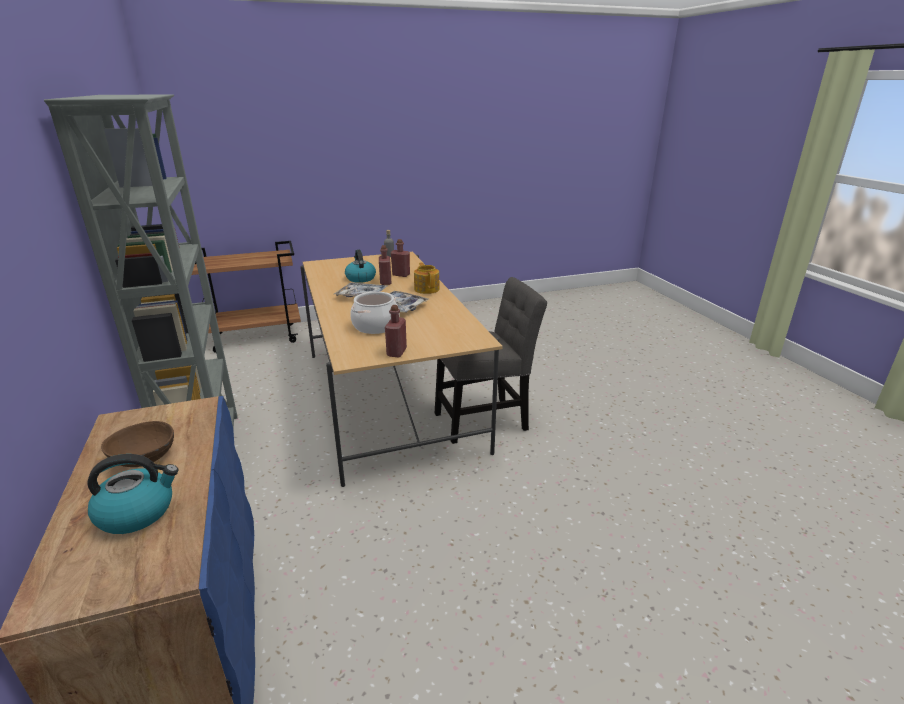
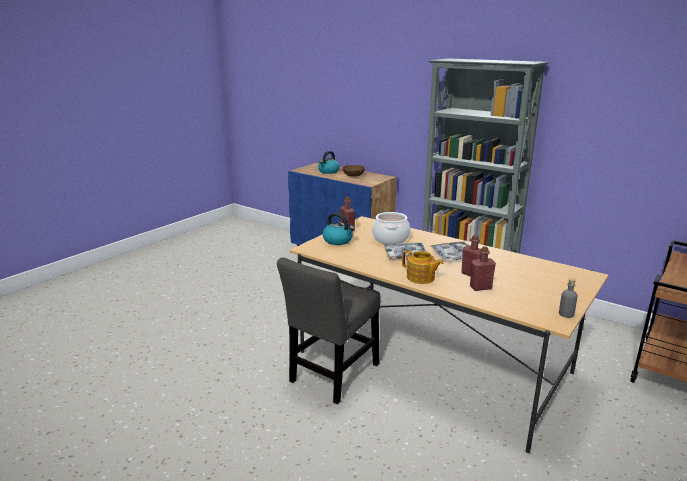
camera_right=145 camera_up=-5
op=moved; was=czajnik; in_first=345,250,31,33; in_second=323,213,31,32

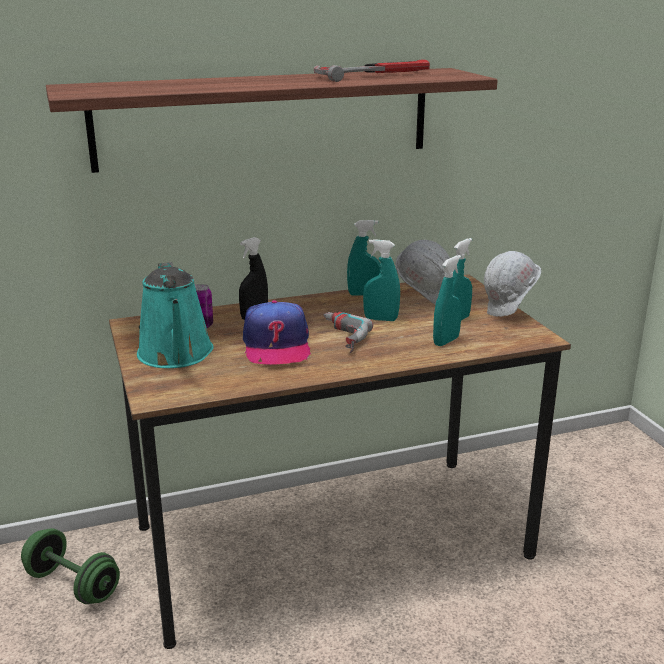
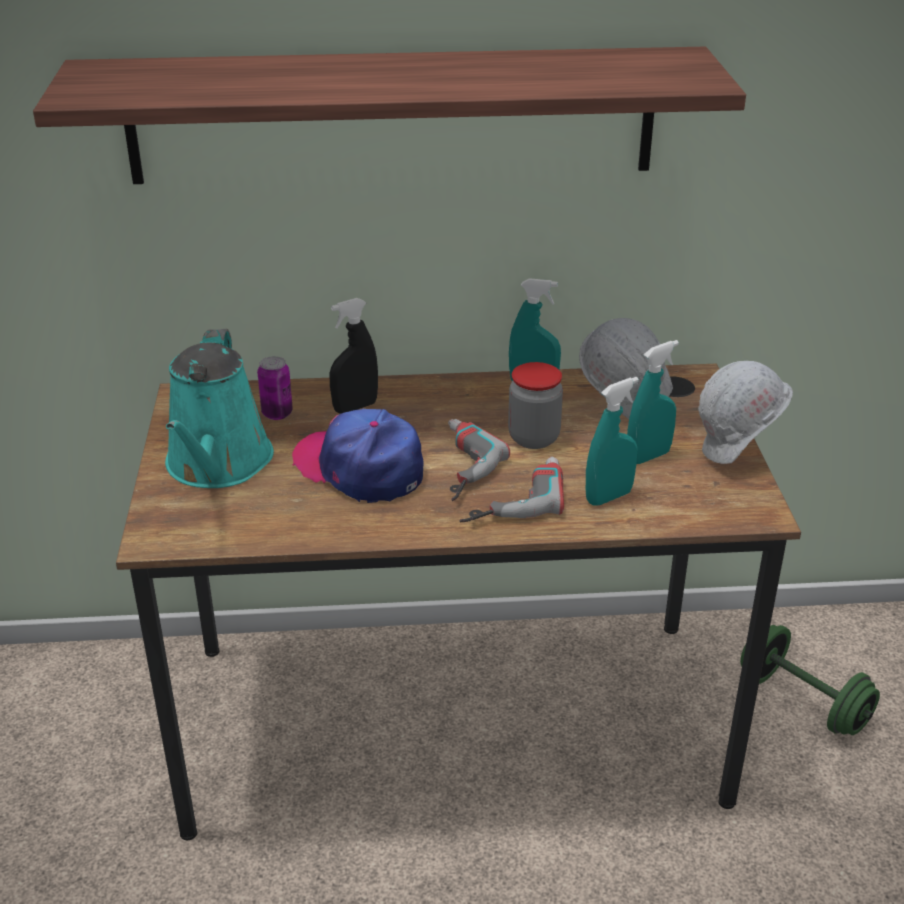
camera_right=15 camera_up=10
op=removed; was=młotek; in_first=314,59,116,23
op=added; now=wiertarka; in_second=460,457,104,65
op=moved; was=hantel [zielony]; in_first=21,528,99,76; in_second=740,625,140,110
op=replaced; was=spryskiwacz [turkusowy]; now=słoik; in_first=363,239,37,82; in_second=508,362,55,87
op=turned; was=czapka z daszkiem; in_first=243,300,68,65; in_second=292,409,131,94; clockwise=120

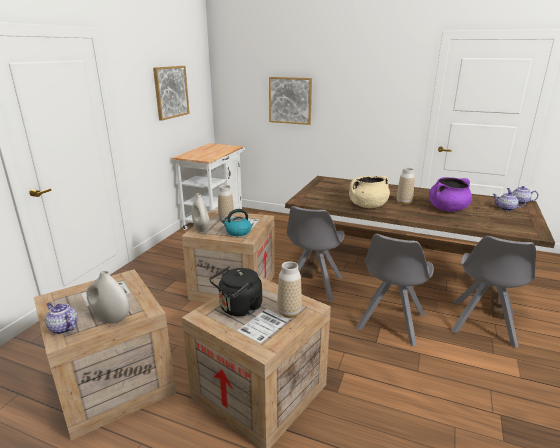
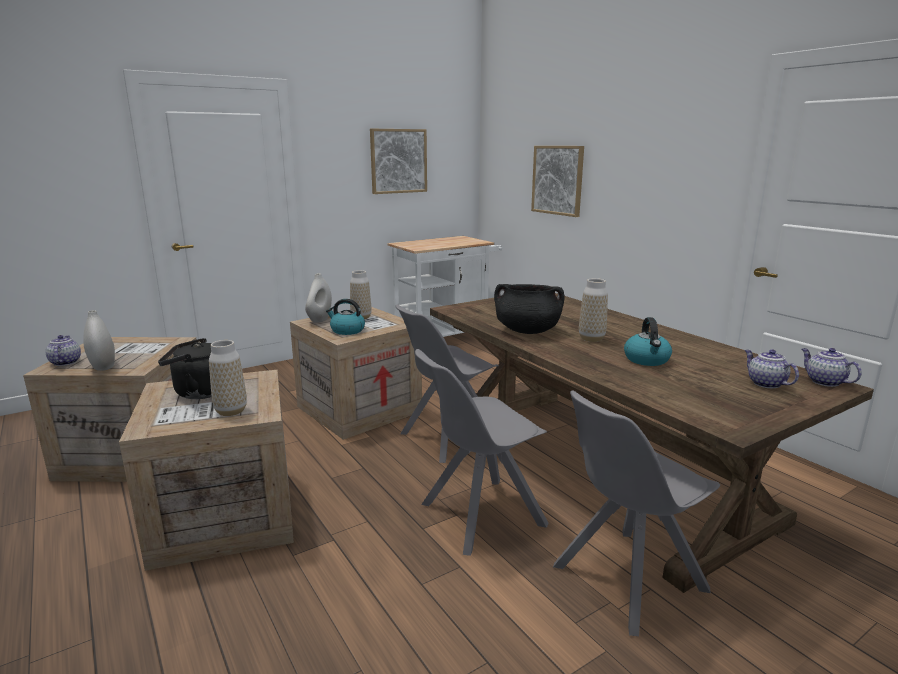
camera_right=35 camera_up=-5
op=replaced; was=garnek [fioletowy]; now=czajnik; in_first=429,177,43,34; in_second=624,317,48,49
op=recoloured; was=garnek [beżowy]; now=garnek [czarny]; in_first=349,176,41,32; in_second=494,284,70,50

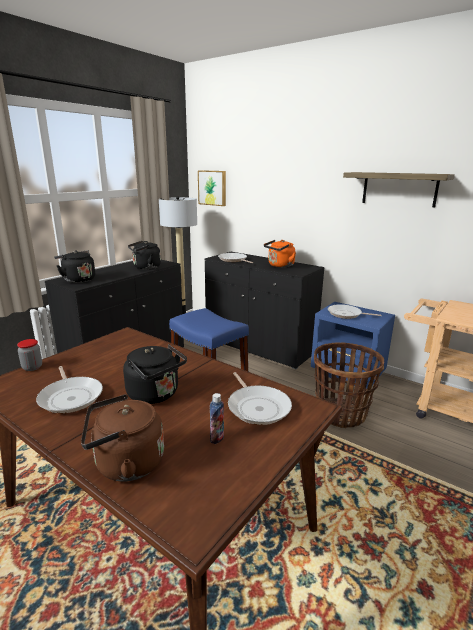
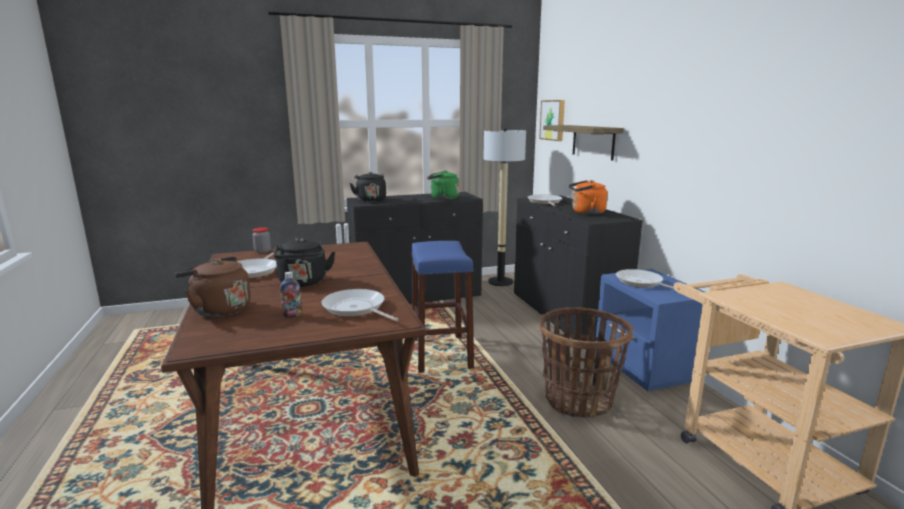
camera_right=35 camera_up=-5
op=moved; was=półka; in_first=343,172,112,35; in_second=543,125,81,36
op=recoloured; was=czajnik [czarny]; now=czajnik [zielony]; in_first=128,241,33,29; in_second=427,170,32,30
op=turned; was=patelnia; in_first=228,372,64,53; in_second=321,289,77,32; clockwise=120

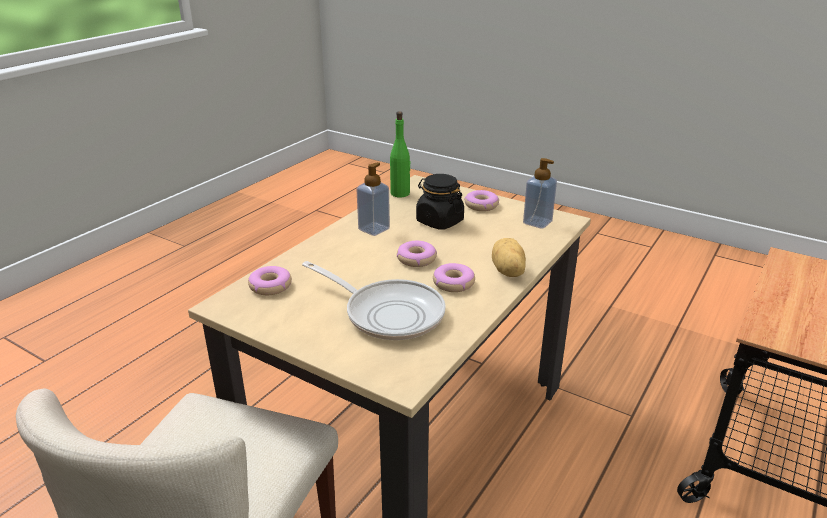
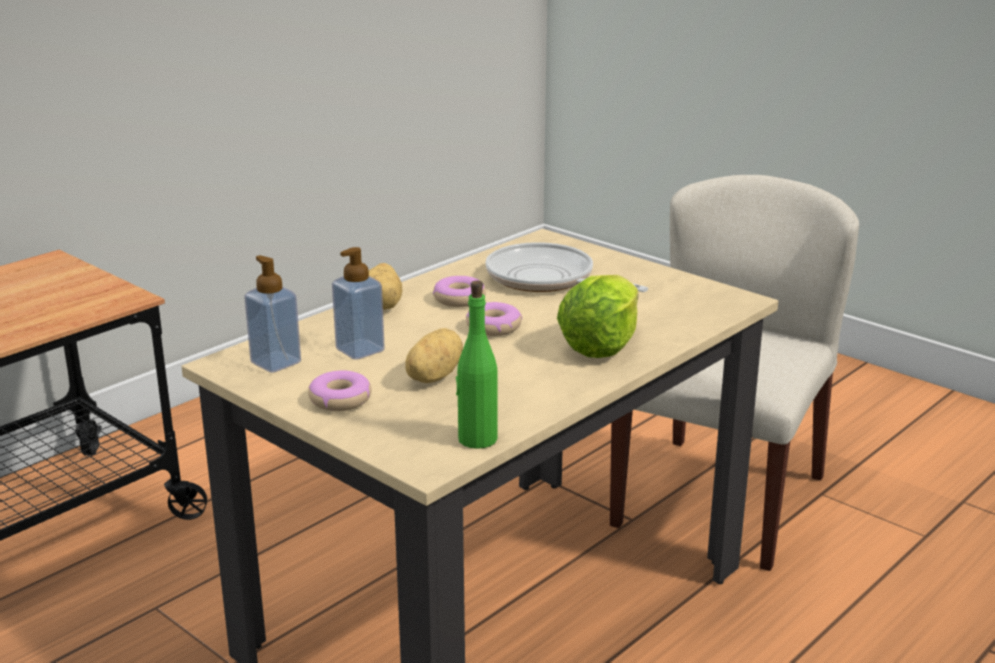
camera_right=-170 camera_up=-5
op=removed; was=donut; in_first=248,266,44,29
op=added; now=sałata; in_second=557,275,81,83
op=moved; was=dozownik mydła; in_first=357,162,33,74; in_second=332,247,53,113
op=replaced; was=słoik [czarny]; now=ziemniak; in_first=416,174,48,56; in_second=405,328,58,55

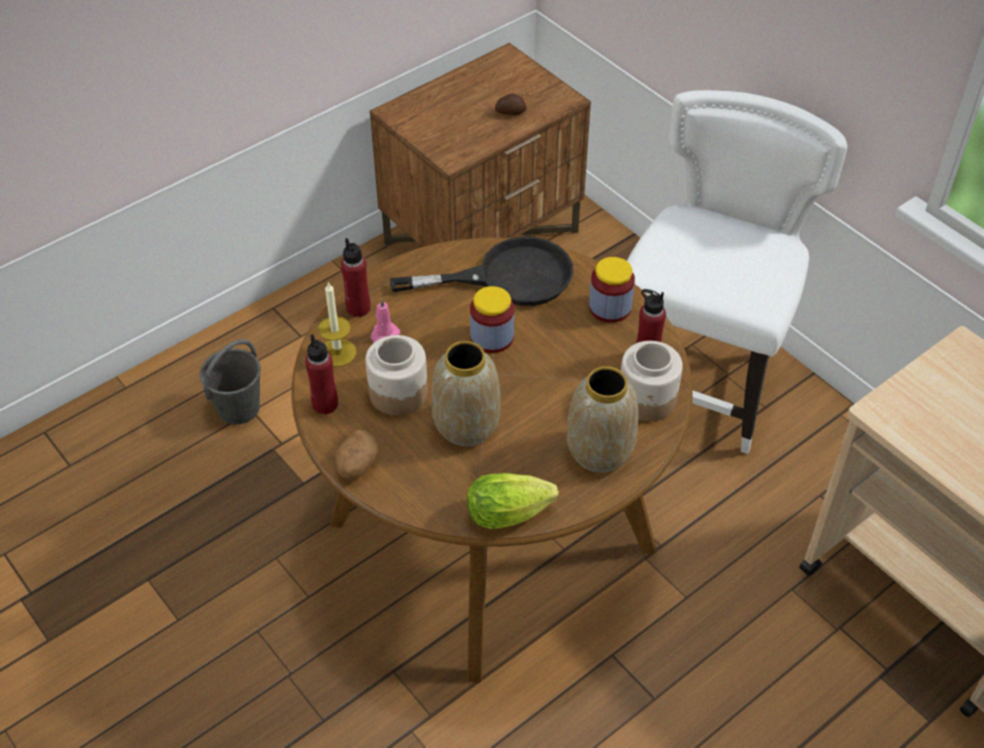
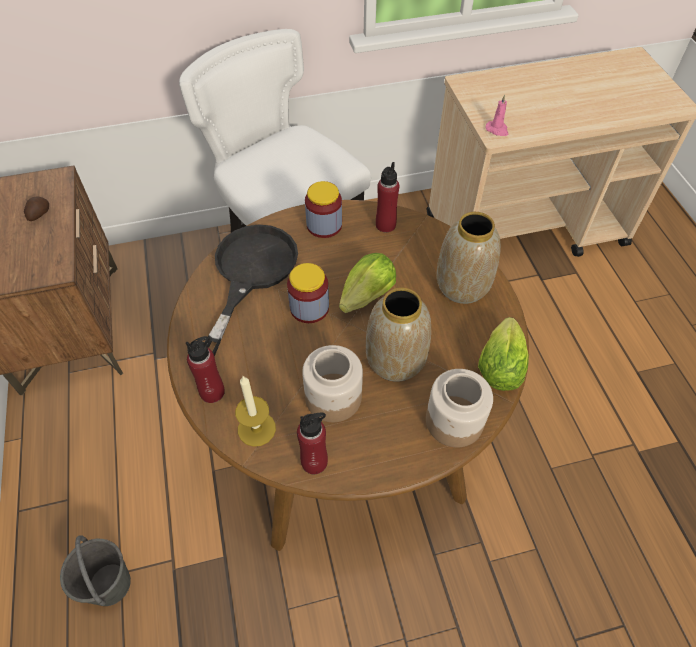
camera_right=-65 camera_up=5
op=removed; was=ziemniak; in_first=336,429,42,50
op=added; now=sałata; in_second=339,253,57,60
op=moved; was=świeca [różowy]; in_first=371,298,29,45; in_second=485,95,23,41
op=moved; was=słoik; in_first=621,341,62,80; in_second=426,369,67,78

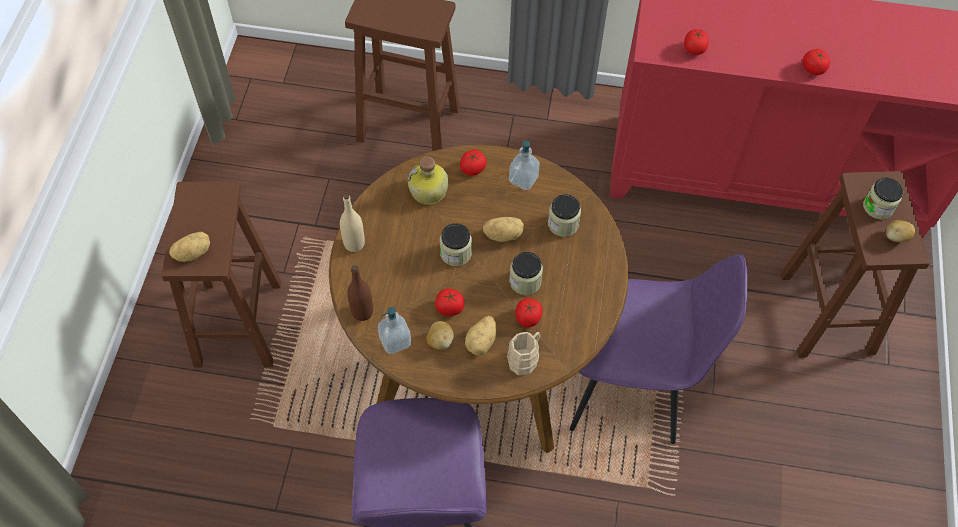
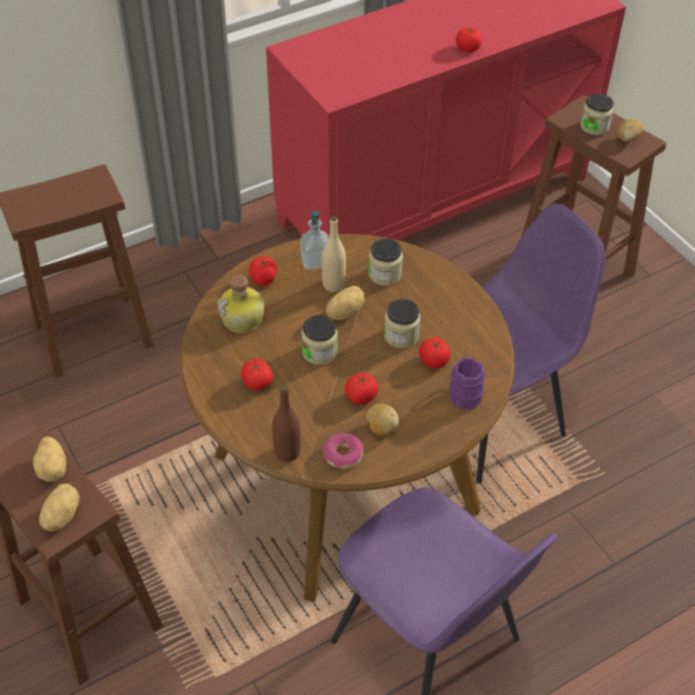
camera_right=-40 camera_up=-10
op=moved; was=butelka [beżowy]; in_first=340,194,25,58; in_second=322,215,24,77
op=moved; was=ziemniak; in_first=465,316,32,39; in_second=33,436,33,46
op=moved; was=pomidor; in_first=684,29,25,26; in_second=241,359,32,32
op=replaced; was=dozownik mydła; now=donut; in_first=378,307,33,47; in_second=322,433,41,36
op=recoloured; was=kubek [beżowy]; now=kubek [fioletowy]; in_first=507,332,33,43; in_second=450,356,35,53

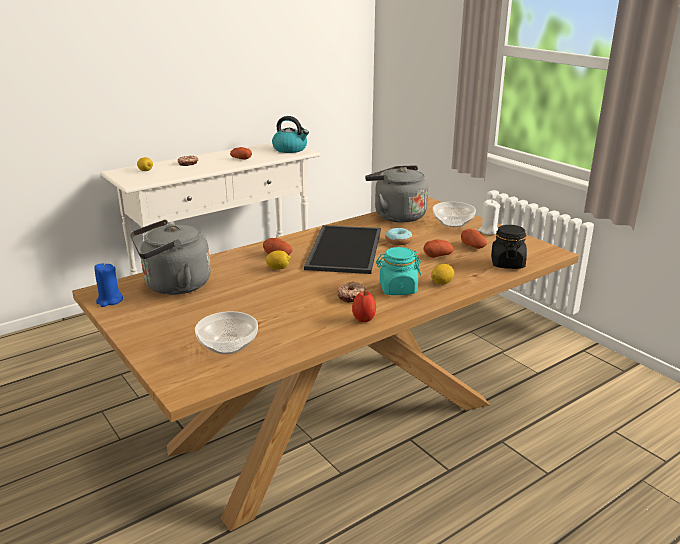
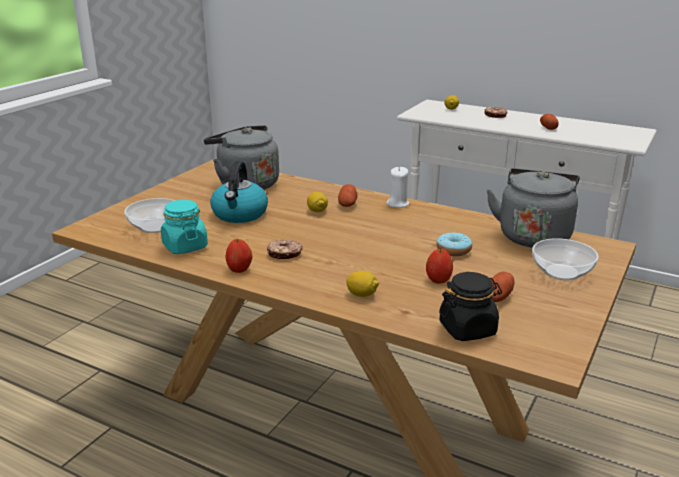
camera_right=65 camera_up=0
op=removed; was=świeca [niebieski]; in_first=94,263,29,44
op=removed; was=taca; in_first=304,225,77,49
op=moved; was=czajnik; in_first=272,116,37,37; in_second=210,161,58,62
op=moved; was=słoik [turkusowy]; in_first=376,247,45,48; in_second=161,200,47,54
op=moved; was=świeca [biały]; in_first=478,199,22,36; in_second=387,167,22,41
op=replaced; was=ziemniak; now=jabłko; in_first=424,239,30,19; in_second=426,249,27,35

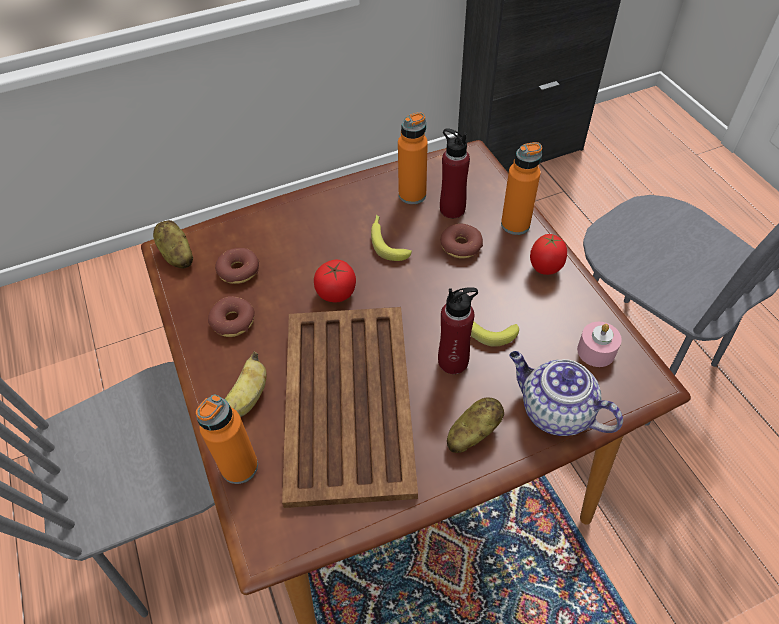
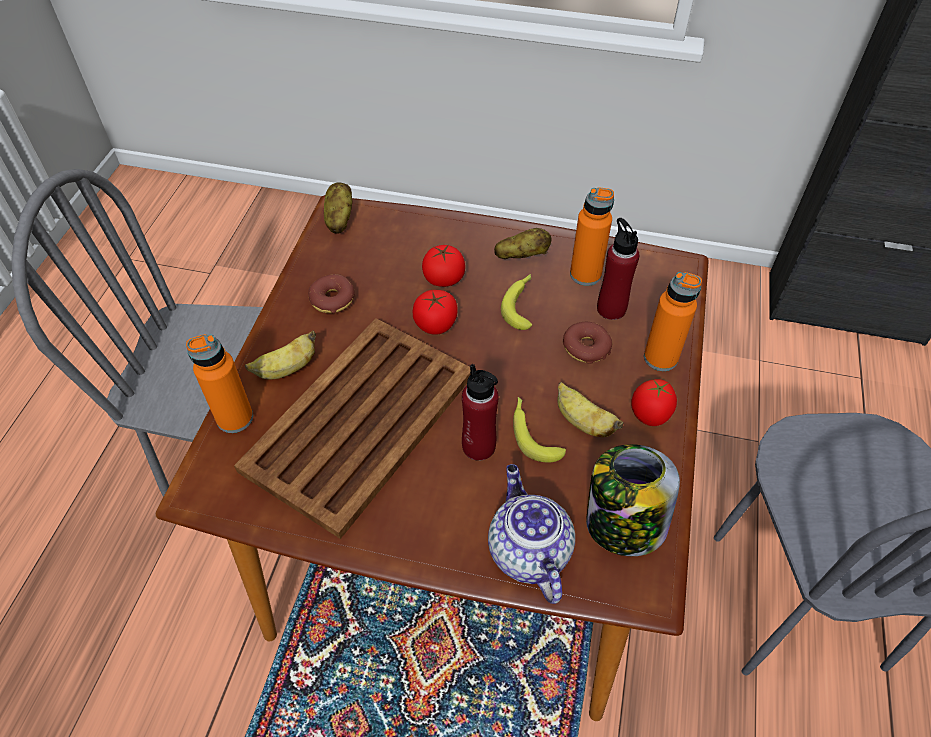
camera_right=35 camera_up=0
op=removed; was=donut; in_first=215,248,44,36
op=added; now=pomidor; in_second=422,245,43,42
op=added; now=banan; in_second=557,382,66,55
op=moved; was=ziemniak; in_first=447,397,58,56; in_second=494,228,57,31
op=replaced; was=świeca [różowy]; now=słoik; in_first=577,322,45,45; in_second=586,444,94,112

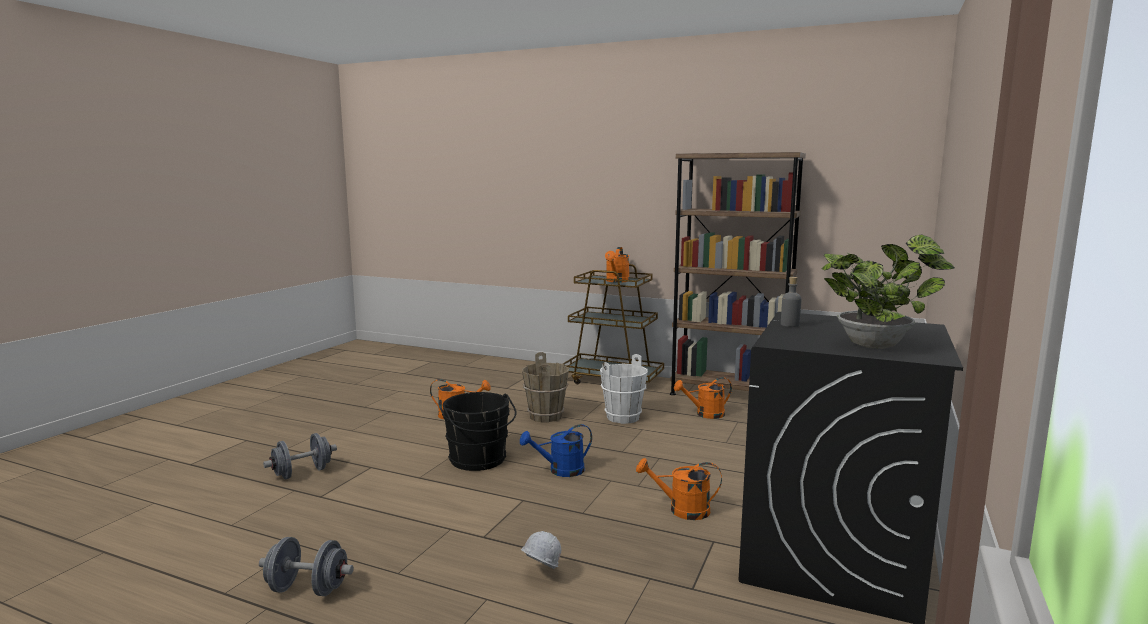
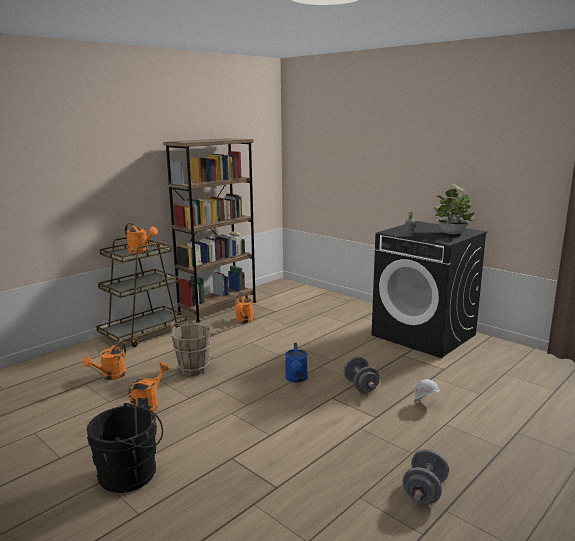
camera_right=-70 camera_up=5
op=removed; was=wiadro [biały]; in_first=600,354,48,70
op=moved; was=hantel [szary]; in_first=263,433,74,46; in_second=343,356,37,37
op=moved; was=wiadro [czarny]; in_first=442,392,74,79; in_second=87,403,76,90
op=moved; was=konewka [pomarańczowy]; in_first=636,458,86,62; in_second=83,341,44,39

